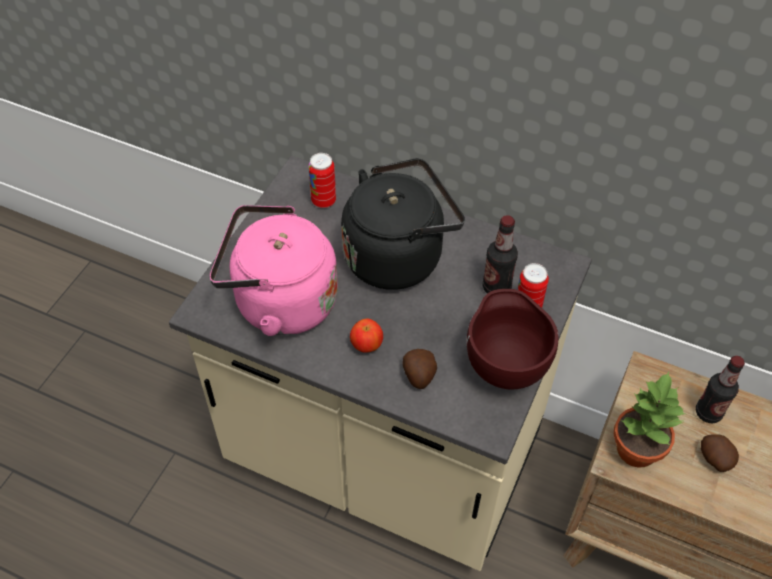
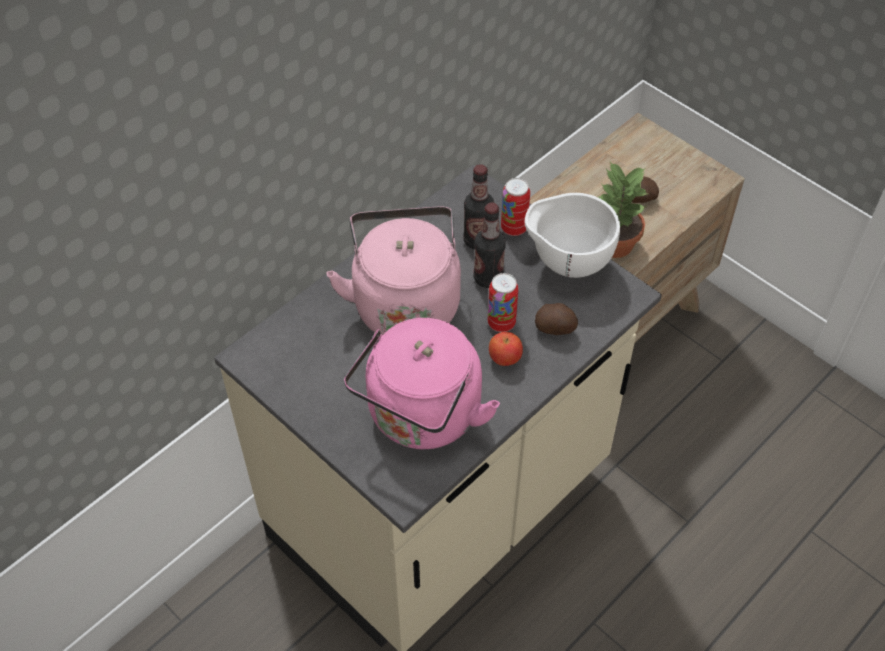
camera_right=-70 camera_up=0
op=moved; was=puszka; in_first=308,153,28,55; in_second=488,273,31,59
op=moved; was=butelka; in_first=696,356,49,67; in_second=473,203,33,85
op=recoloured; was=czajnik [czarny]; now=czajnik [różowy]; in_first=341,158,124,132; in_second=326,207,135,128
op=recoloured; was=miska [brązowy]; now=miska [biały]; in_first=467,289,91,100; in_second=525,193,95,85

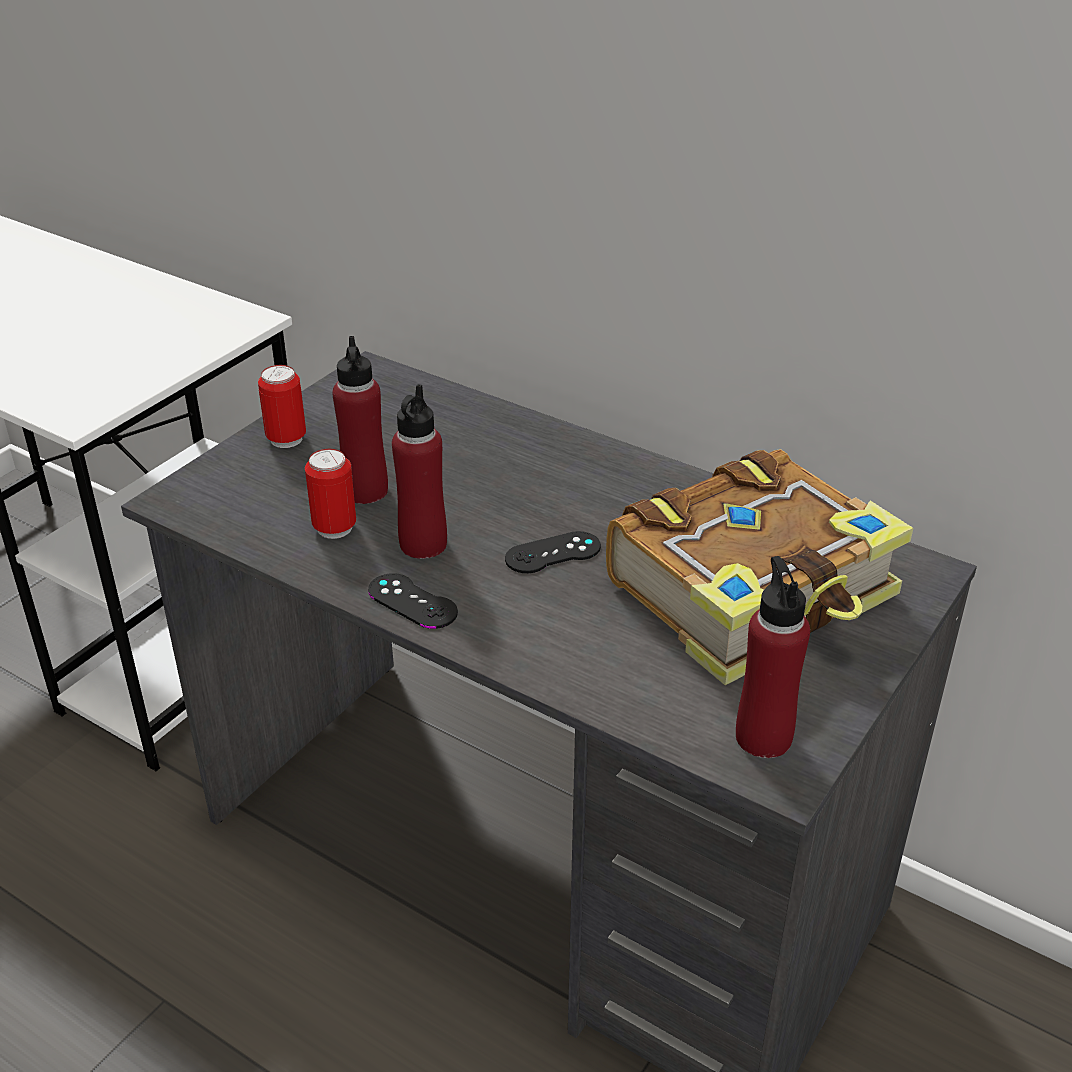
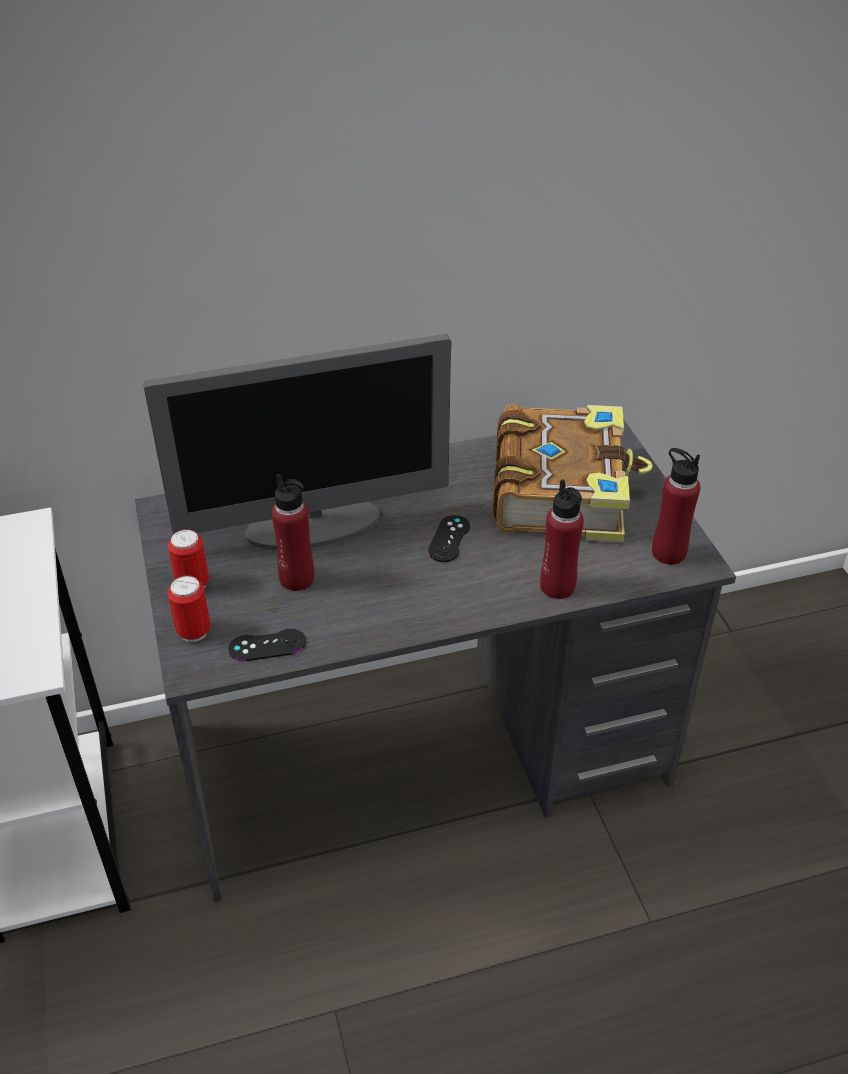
camera_right=-50 camera_up=5
op=added; now=monitor; in_second=143,334,308,216
op=moved; was=puszka; in_first=305,449,51,90; in_second=168,575,43,67
op=moved; was=pad do gier [czarny]; in_first=368,573,90,56; in_second=228,629,78,32
op=moved; was=butelka [czerwony]; in_first=392,384,55,175; in_second=540,479,44,120

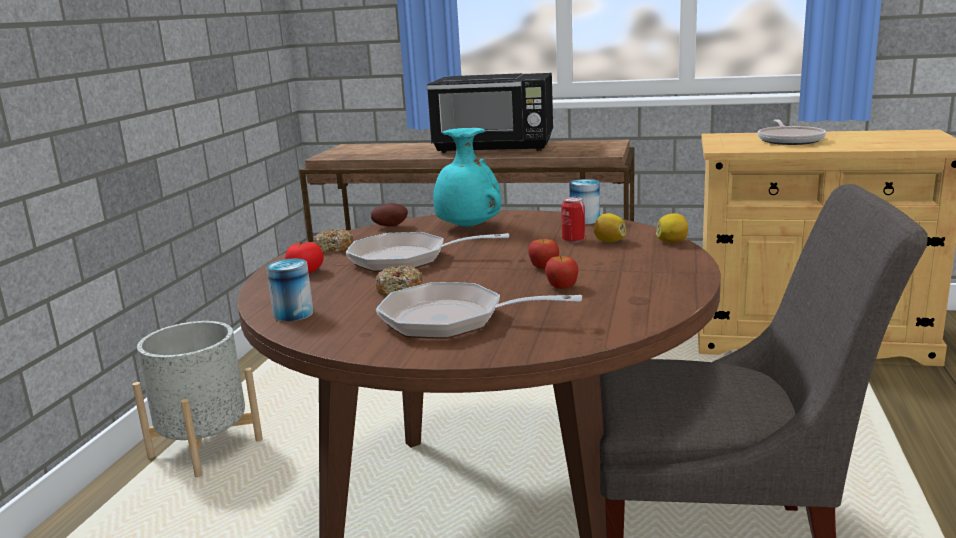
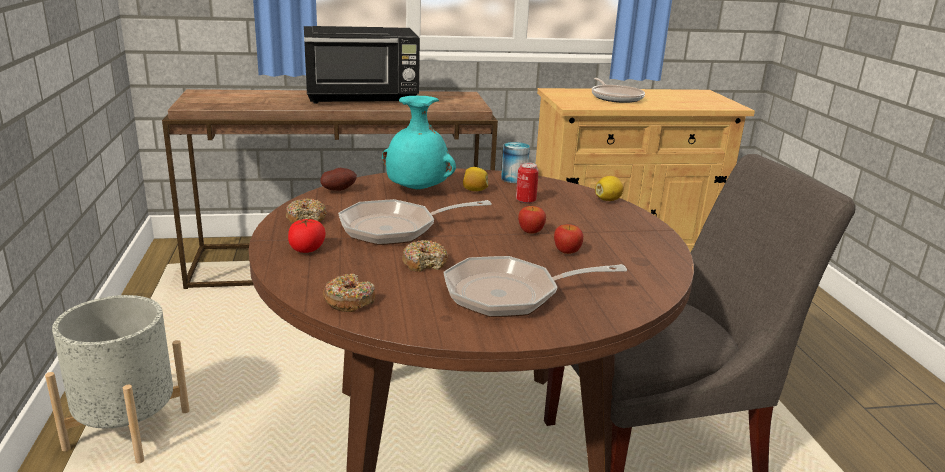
camera_right=-25 camera_up=5
op=moved; was=cytryna; in_first=594,213,32,29; in_second=463,167,25,24
op=replaced; was=puszka; now=donut; in_first=266,259,48,63; in_second=323,274,52,38

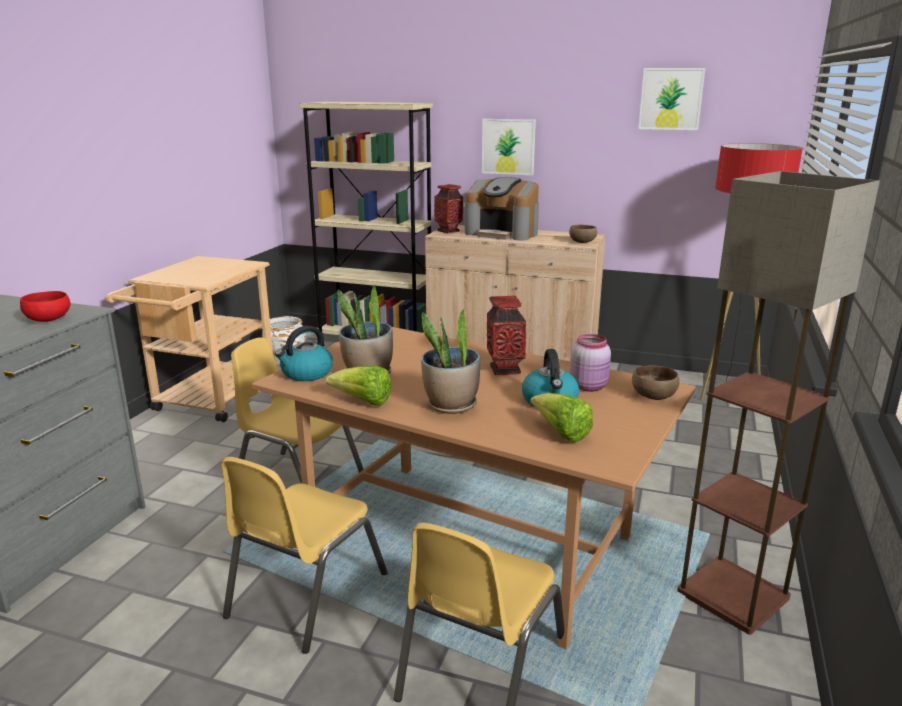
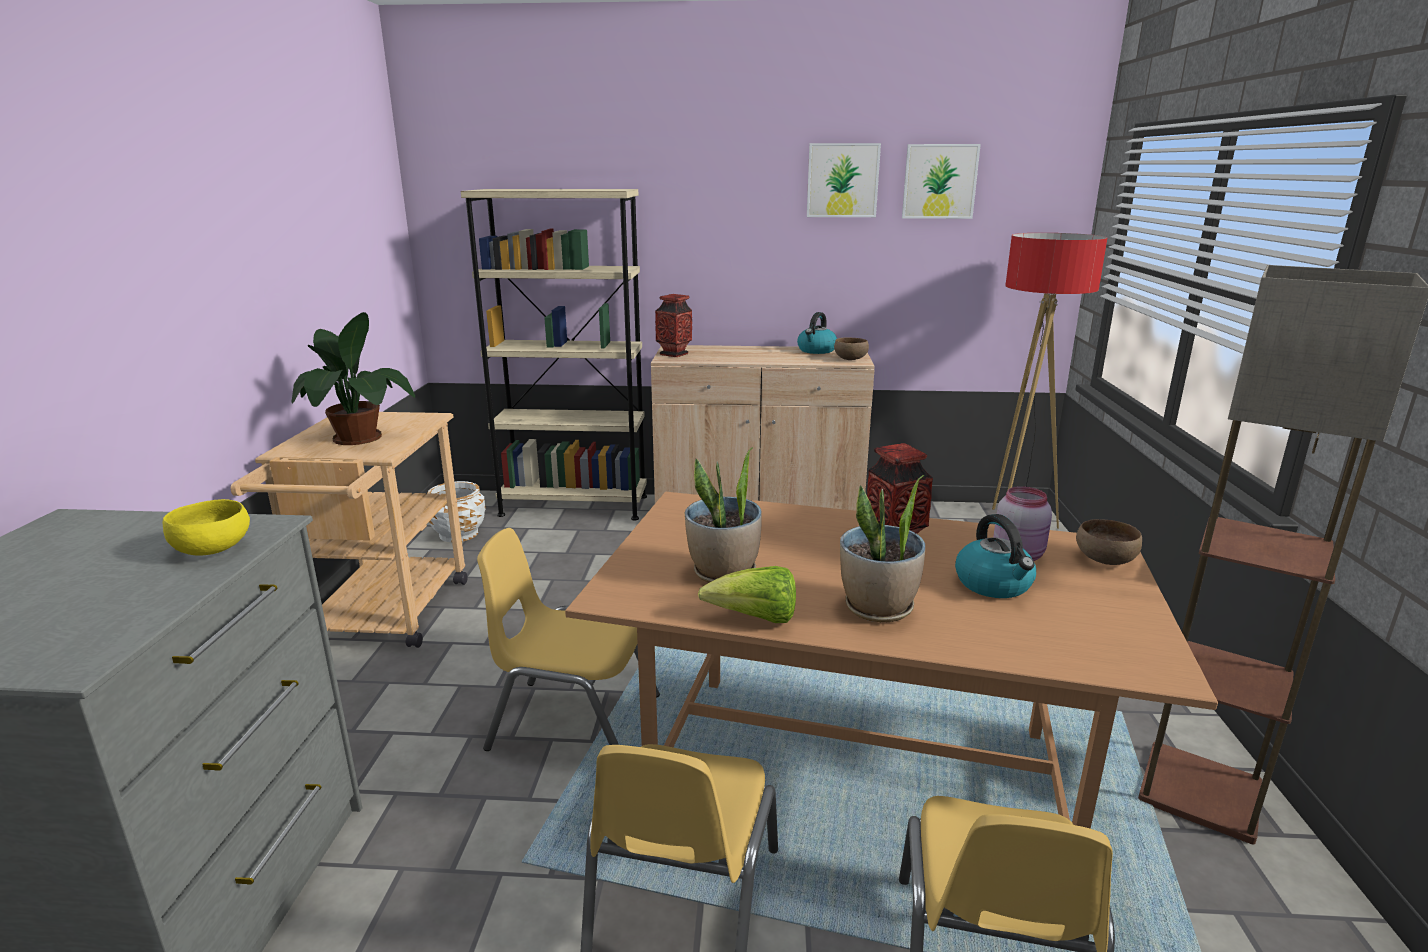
camera_right=-15 camera_up=0
op=removed; was=ekspres do kawy; in_first=464,177,75,64
op=removed; was=sałata; in_first=530,393,63,50
op=added; now=roślina doniczkowa; in_second=291,312,124,133
op=moved; was=czajnik; in_first=275,326,58,55; in_second=797,312,40,42
op=moved; was=obraz; in_first=482,119,54,56; in_second=807,143,74,74
op=recoloured; was=miska [czerwony]; now=miska [żółty]; in_first=20,291,51,31; in_second=162,499,88,57

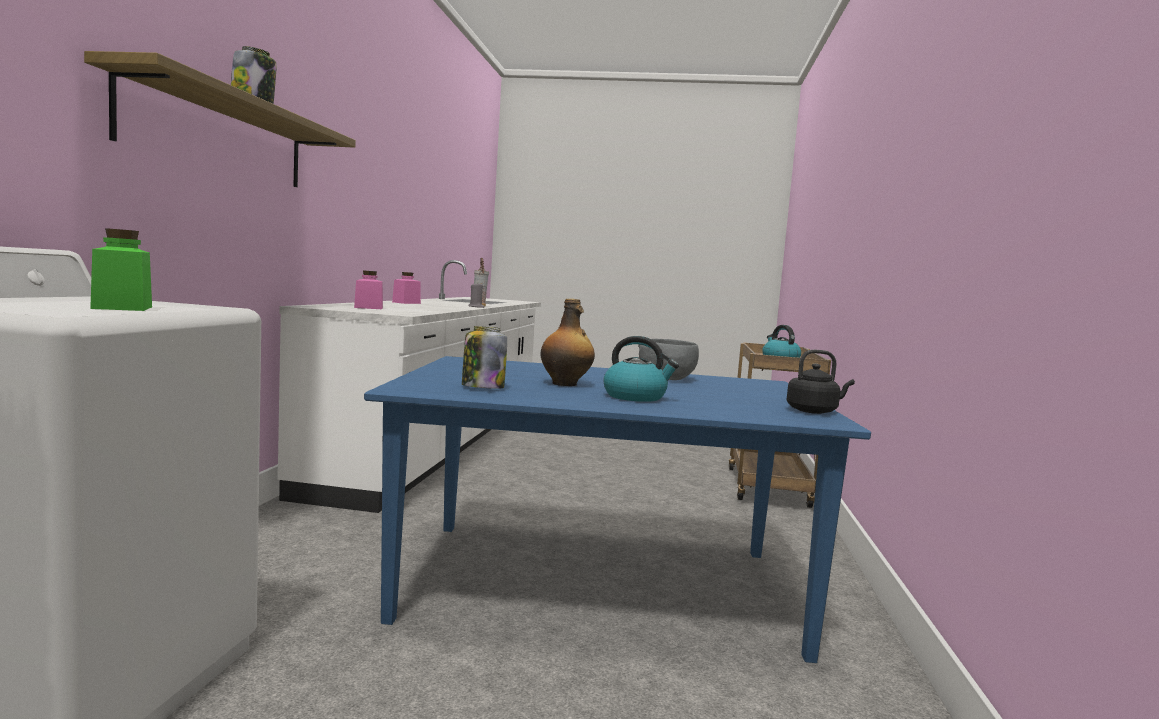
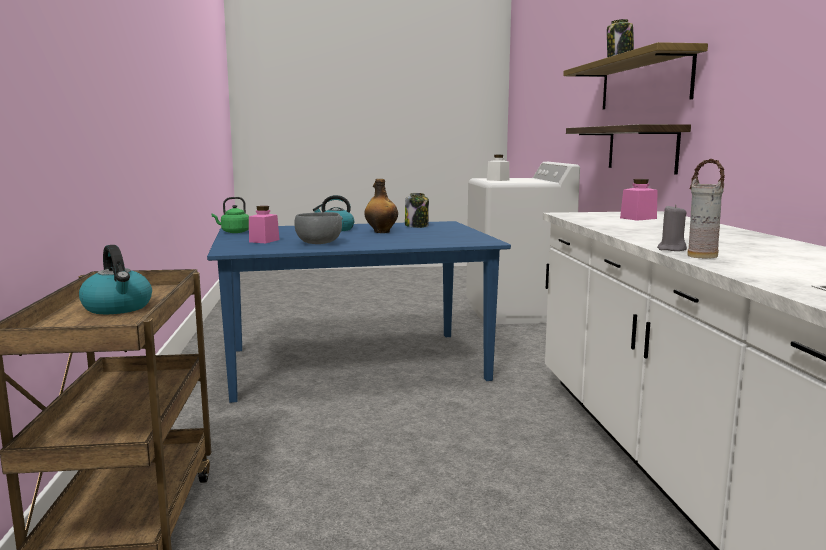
camera_right=165 camera_up=5
op=added; now=półka; in_second=566,124,125,51
op=moved; was=słoik [różowy]; in_first=392,272,29,32; in_second=249,206,31,37
op=recoloured; was=słoik [zielony]; now=słoik [biały]; in_first=90,229,62,82; in_second=487,155,23,26
op=recoloured; was=czajnik [czarny]; now=czajnik [zielony]; in_first=787,350,68,64; in_second=211,197,38,36

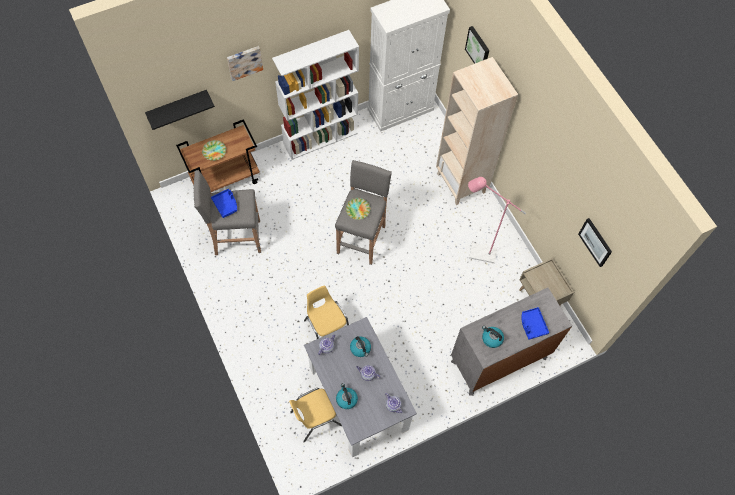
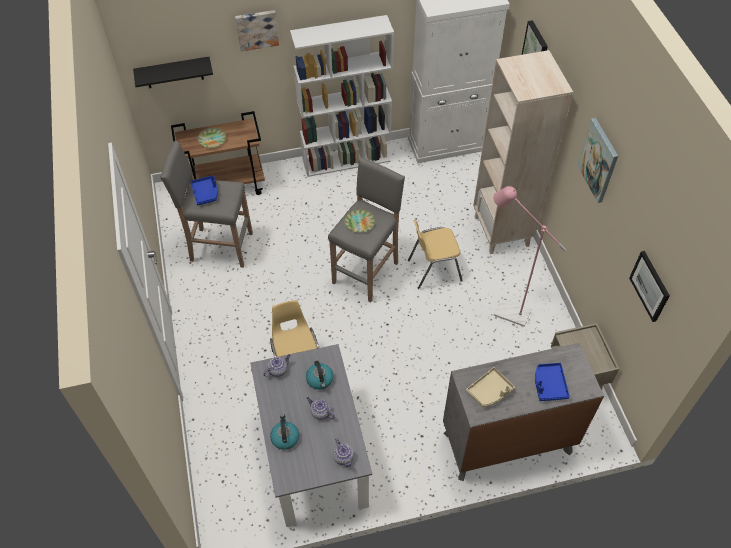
camera_right=15 camera_up=-10
op=added; now=obraz; in_second=577,118,41,85
op=moved; was=krzesło [żółty]; in_first=289,388,53,54; in_second=408,220,55,69
op=replaced; was=czajnik; now=taca [beżowy]; in_first=482,326,22,22; in_second=466,367,49,40

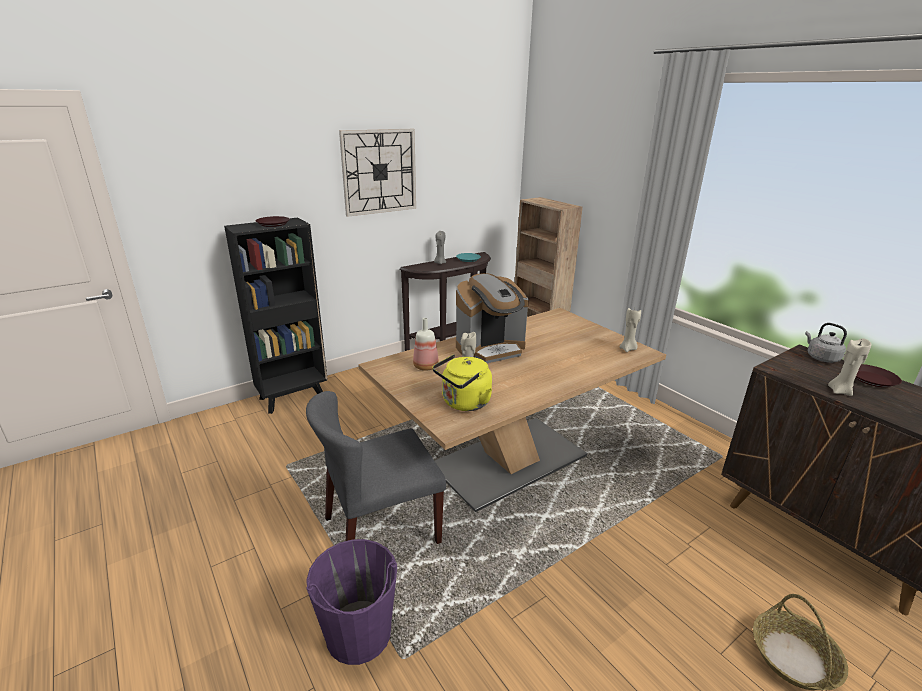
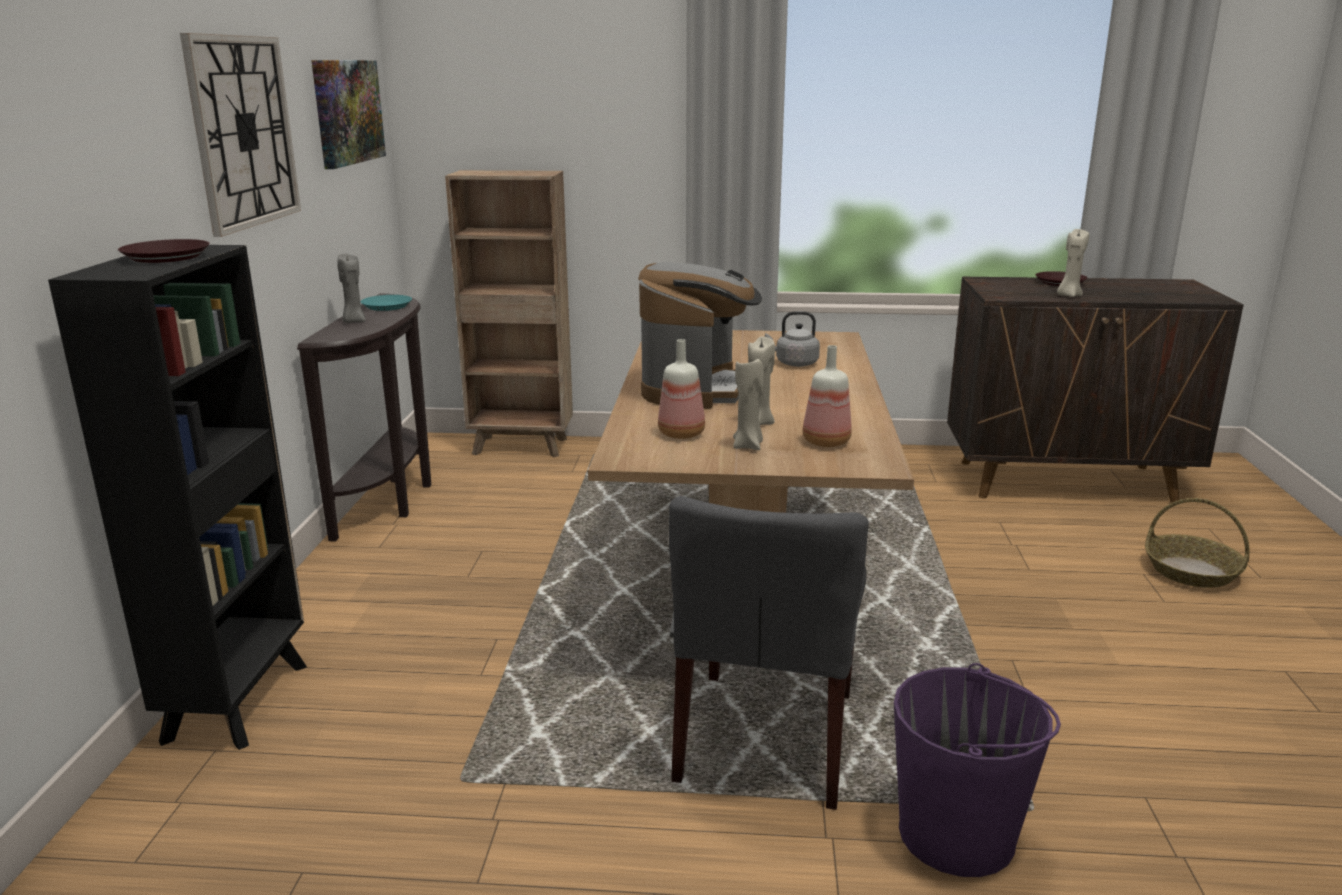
camera_right=-50 camera_up=-5
op=added; now=obraz; in_second=311,60,75,109
op=moved; was=świeca [beżowy]; in_first=619,308,22,44; in_second=733,358,31,92
op=moved; was=czajnik [szary]; in_first=805,323,42,40; in_second=765,311,55,56
op=replaced; was=czajnik [żółty]; now=butelka; in_first=432,354,60,57; in_second=803,345,49,102

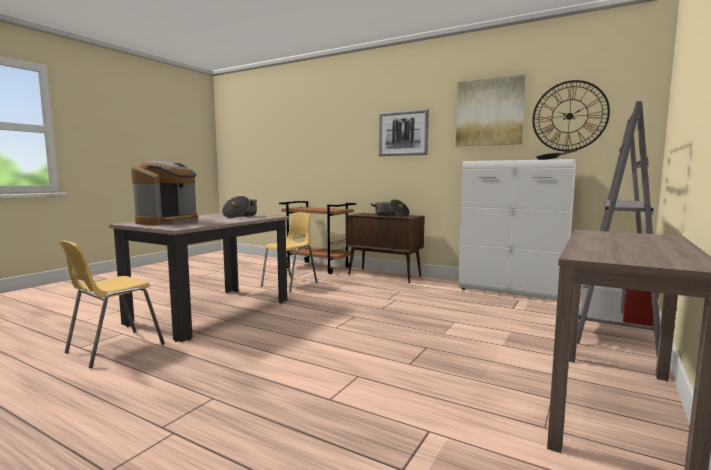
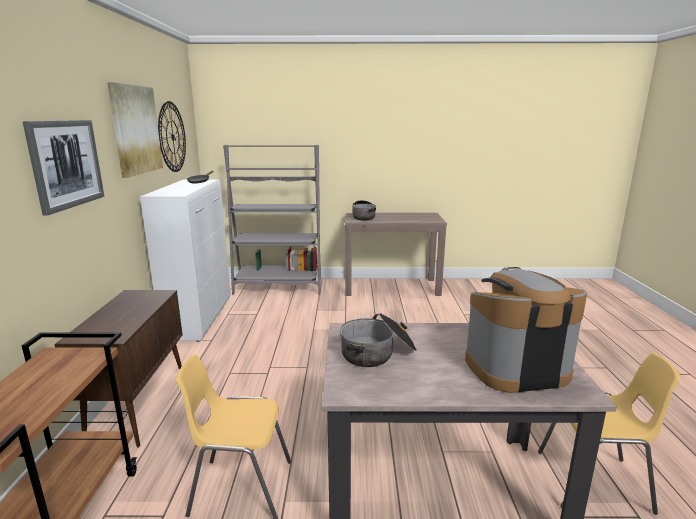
camera_right=-120 camera_up=10
op=moved; was=garnek; in_first=371,199,39,18; in_second=352,200,24,20

